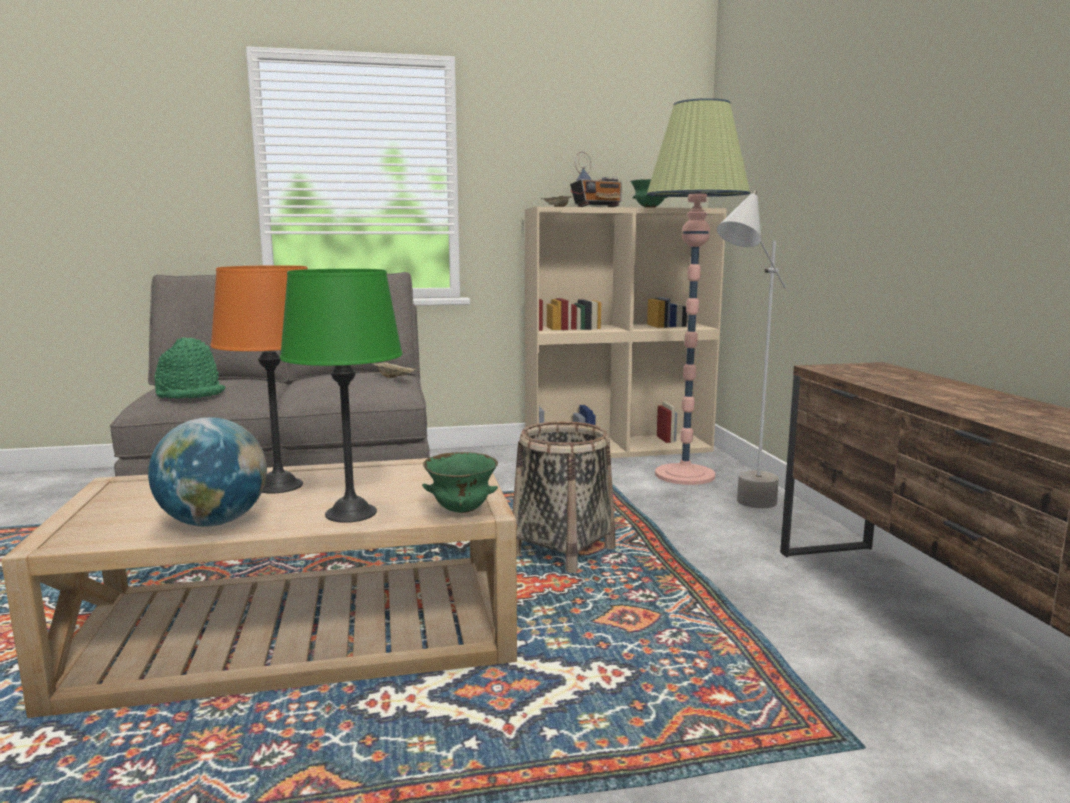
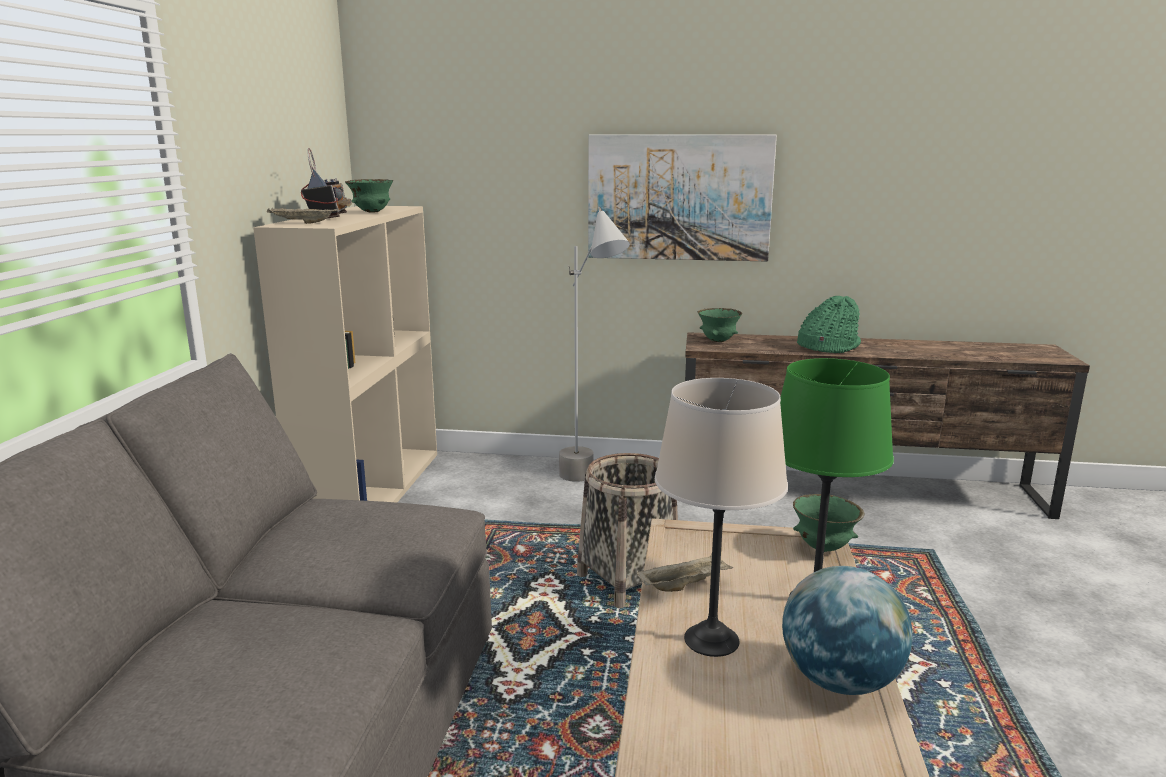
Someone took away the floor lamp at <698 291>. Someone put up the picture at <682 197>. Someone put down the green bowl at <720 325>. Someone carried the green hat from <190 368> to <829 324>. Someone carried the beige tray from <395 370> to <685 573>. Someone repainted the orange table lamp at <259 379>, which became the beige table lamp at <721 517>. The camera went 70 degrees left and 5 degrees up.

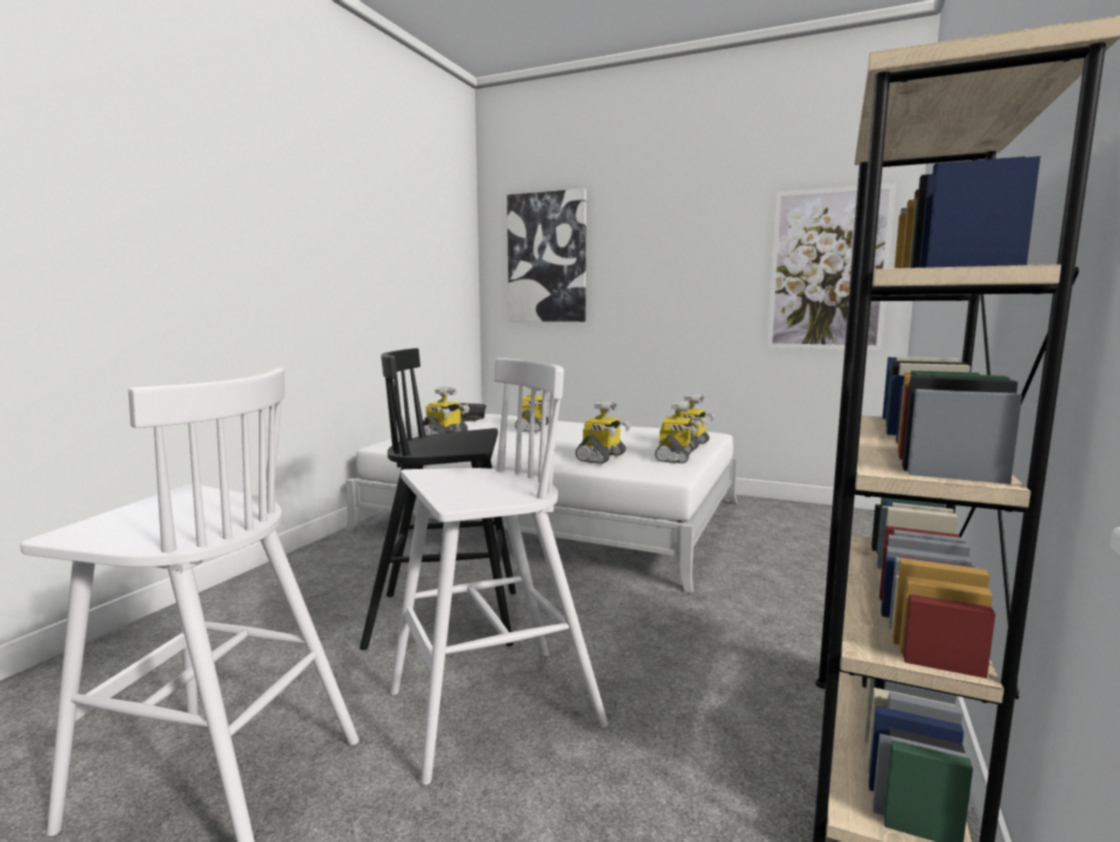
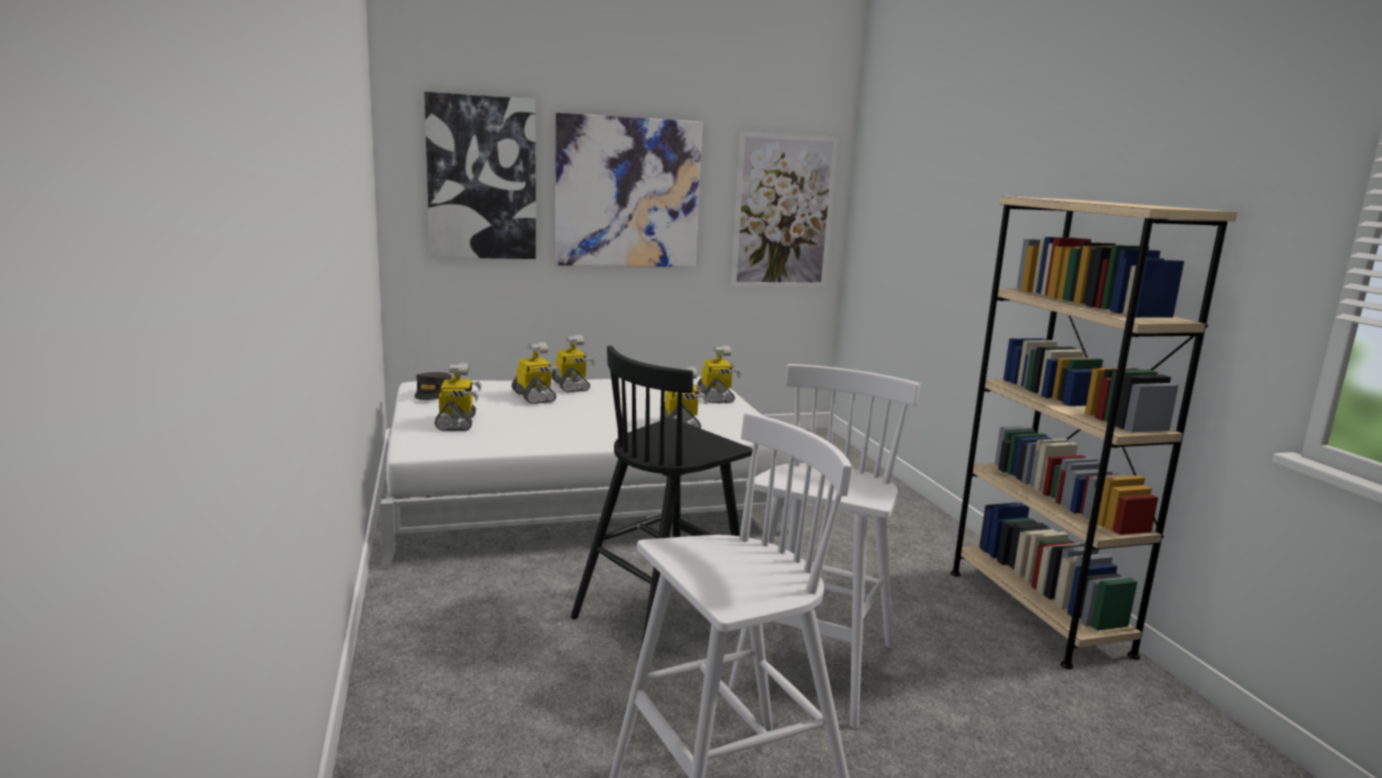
Someone put up the picture at <629 190>. Someone carried the toy robot from <677 432> to <573 363>. The camera went 40 degrees left and 5 degrees up.

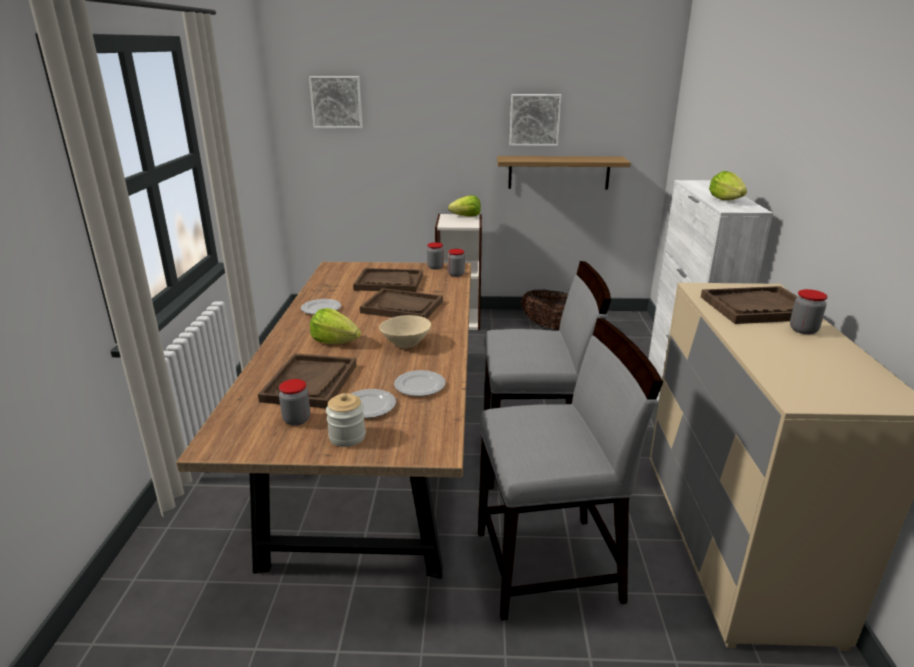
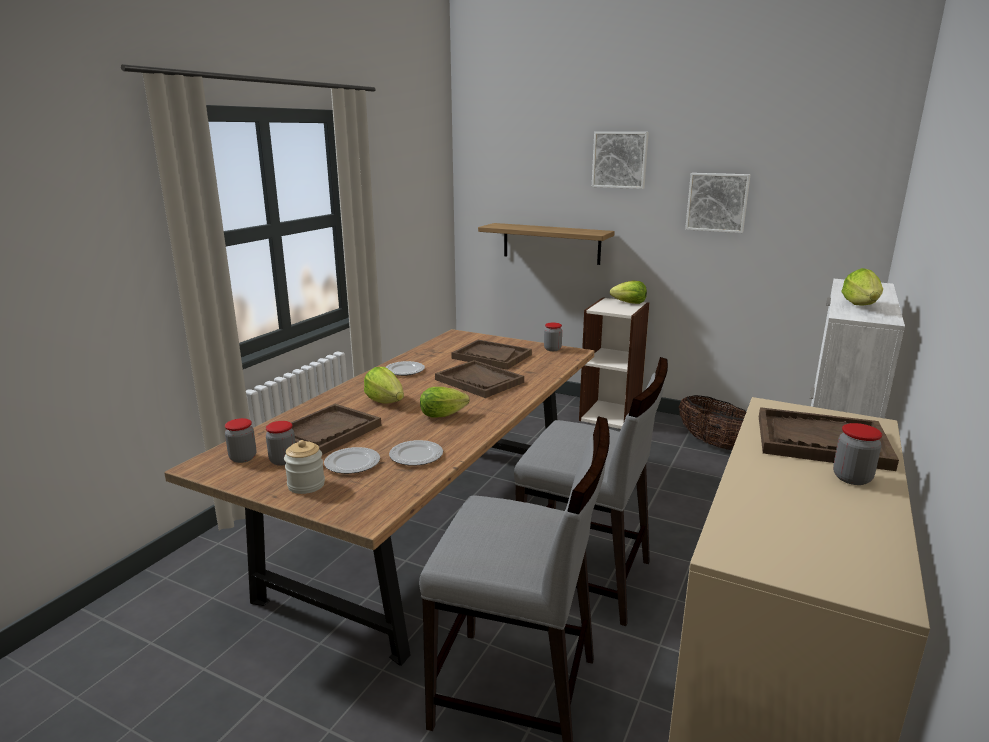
Someone carried the picture from <336 102> to <620 160>. Someone carried the jar from <456 263> to <240 440>. Someone carried the shelf from <564 172> to <546 244>. Someone swapped the beige bowl at <405 331> for the lettuce at <445 402>. The camera went 25 degrees right and 5 degrees down.

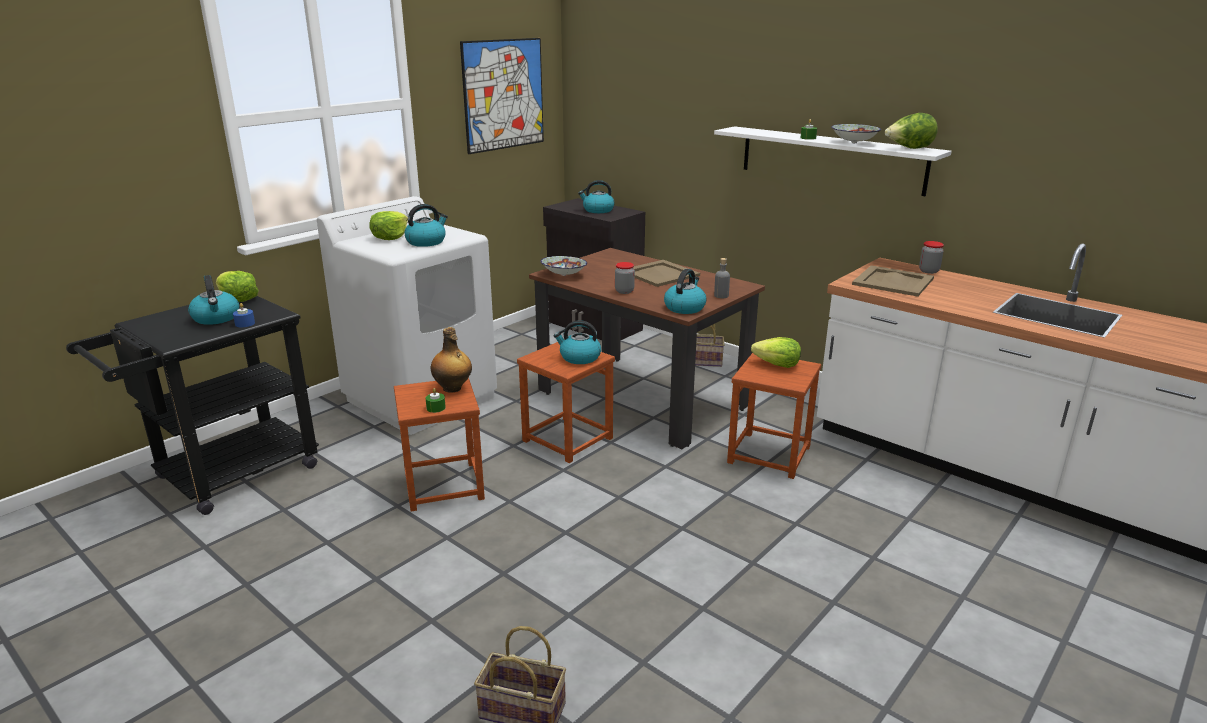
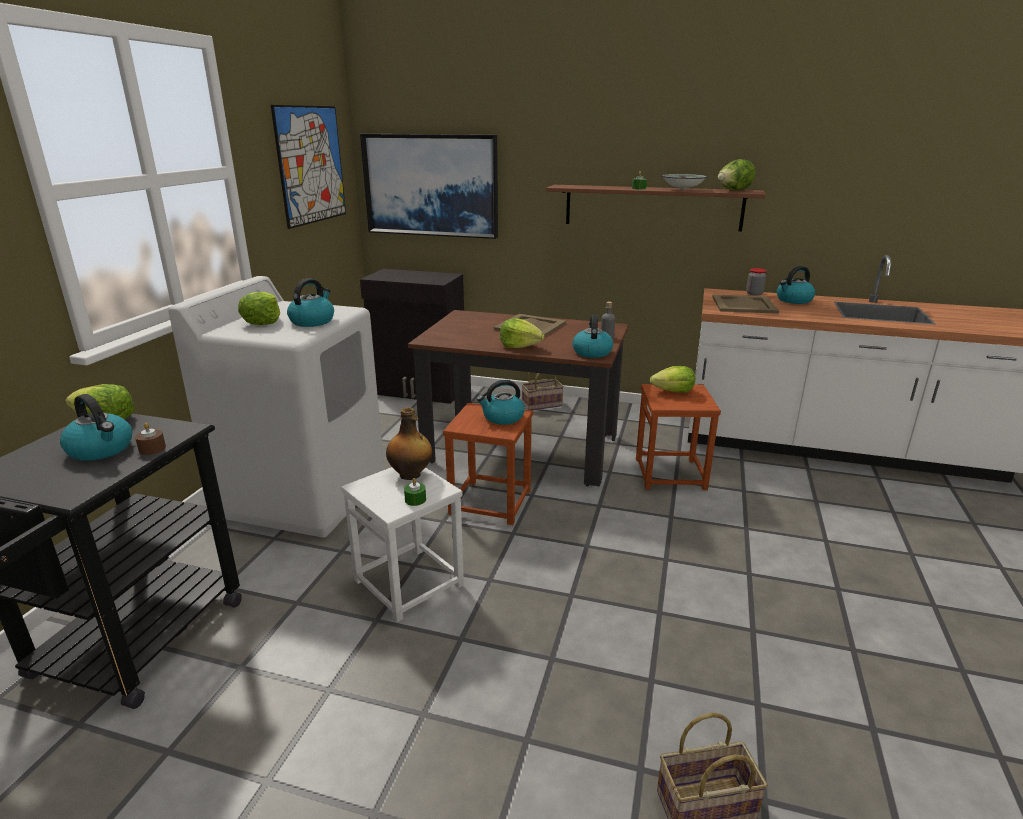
Someone took away the bowl at <563 266>. Someone put up the picture at <429 186>. Someone carried the kettle from <596 196> to <796 285>. Someone swapped the jar at <625 278> for the lettuce at <522 333>. Someone repainted the blue candle at <244 315>, which became the brown candle at <150 439>. Someone repainted the brown stool at <439 444>, which became the white stool at <402 544>. Someone repainted the white shelf at <833 161>, which became the brown shelf at <656 208>. The camera went 25 degrees left and 0 degrees up.

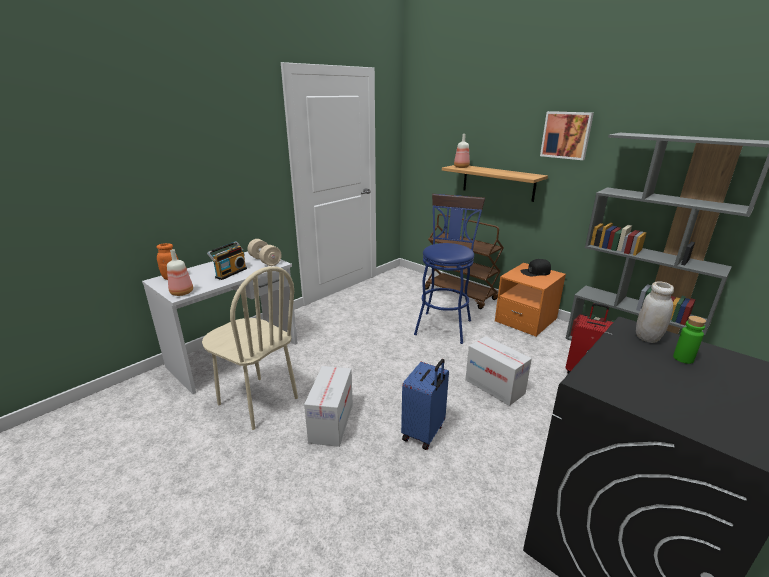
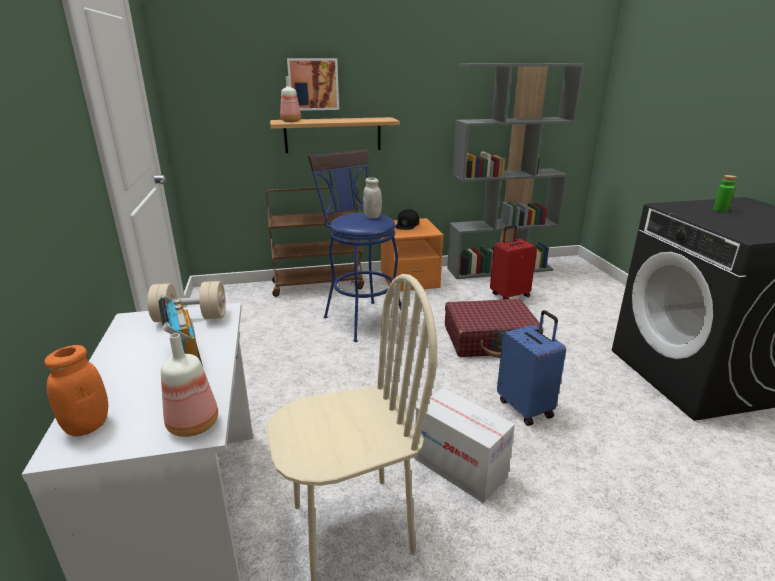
Someone carried the picture from <567 135> to <313 84>. Someone carried the white jar from <655 312> to <372 198>. Someone swapped the cardboard box at <498 371> for the red suitcase at <494 328>. The camera went 55 degrees left and 0 degrees up.

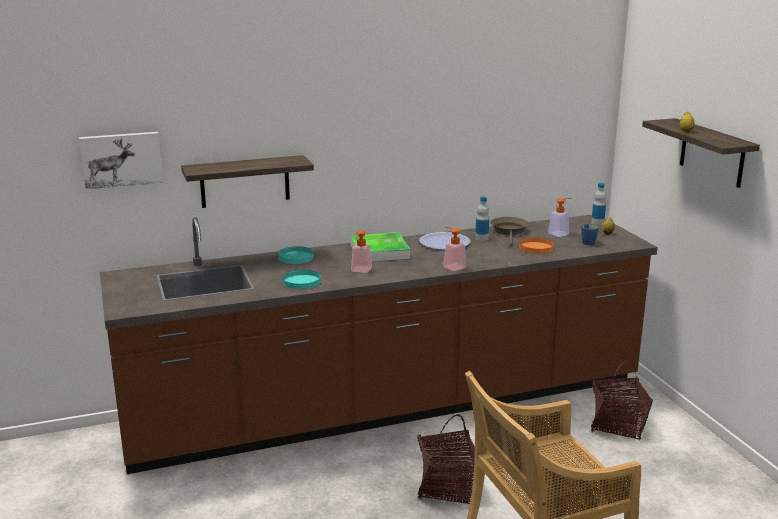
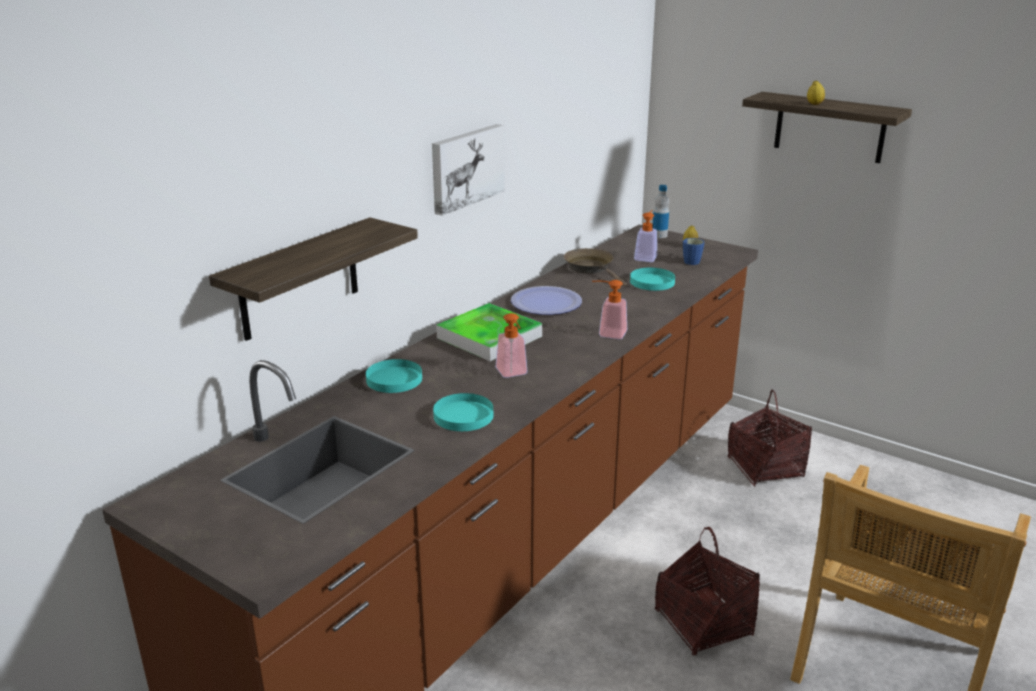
Someone took away the bottle at <482 218>. Someone carried the picture from <121 161> to <468 170>. Someone repainted the orange plate at <536 245>, which became the turquoise plate at <652 279>. The camera went 35 degrees left and 5 degrees up.

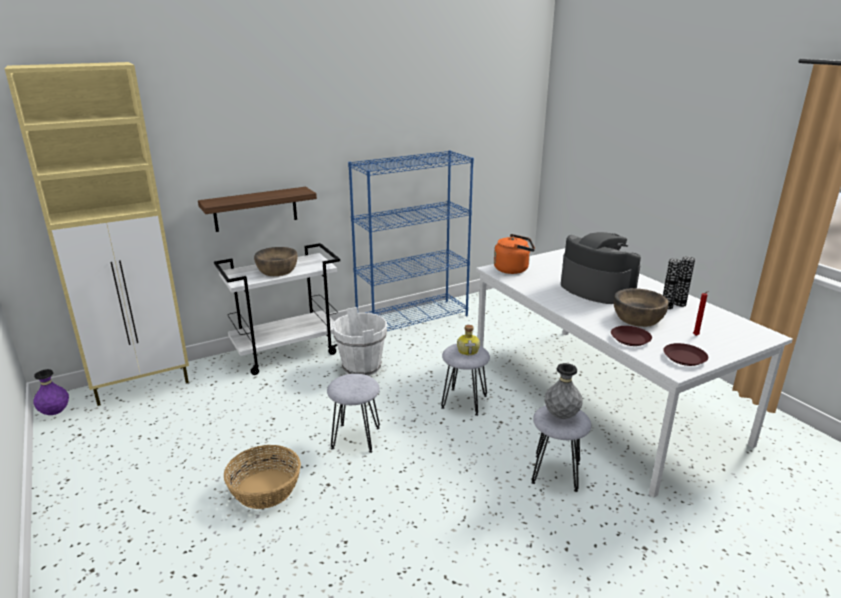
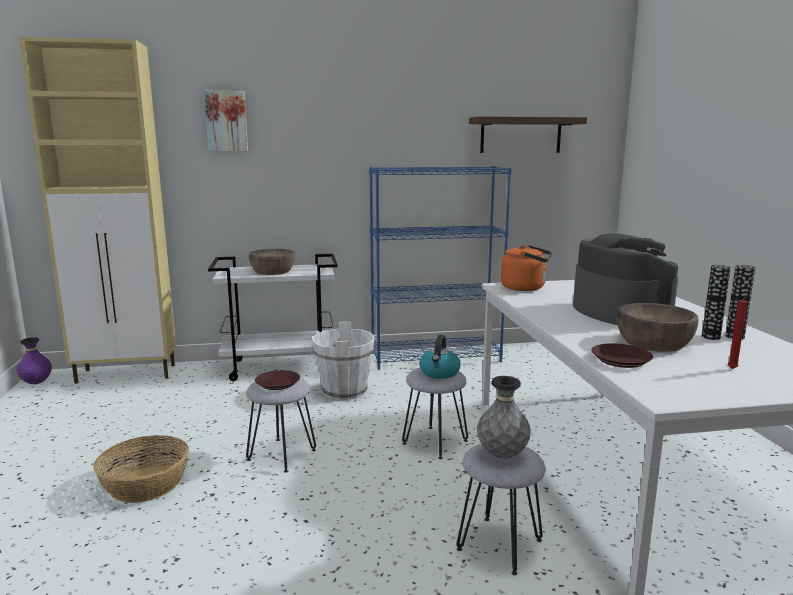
Someone put up the picture at <226 121>. Someone carried the shelf from <257 209> to <528 134>. Someone carried the brown plate from <685 354> to <277 380>. Someone swapped the bottle at <468 340> for the kettle at <440 357>. The camera went 20 degrees right and 10 degrees down.

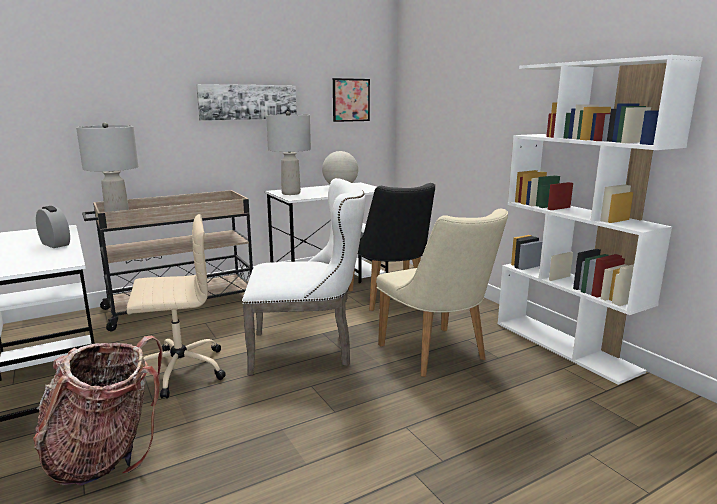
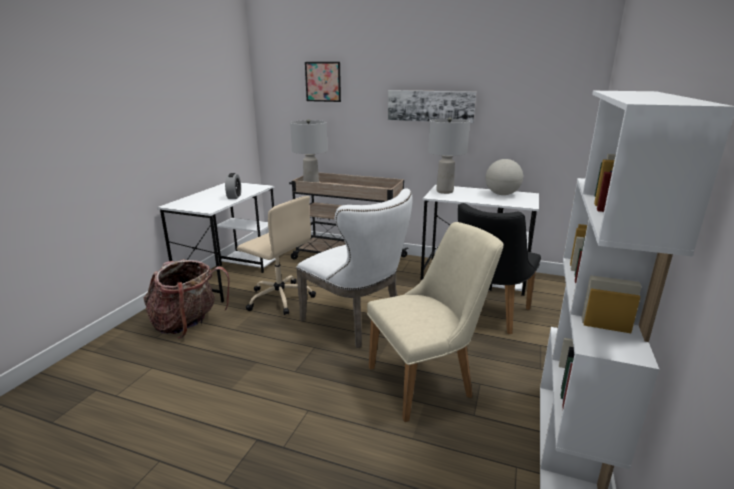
Someone carried the picture from <351 100> to <323 82>. Someone rotated the beige chair at <442 293> by 135 degrees counterclockwise. The camera went 50 degrees right and 5 degrees up.

